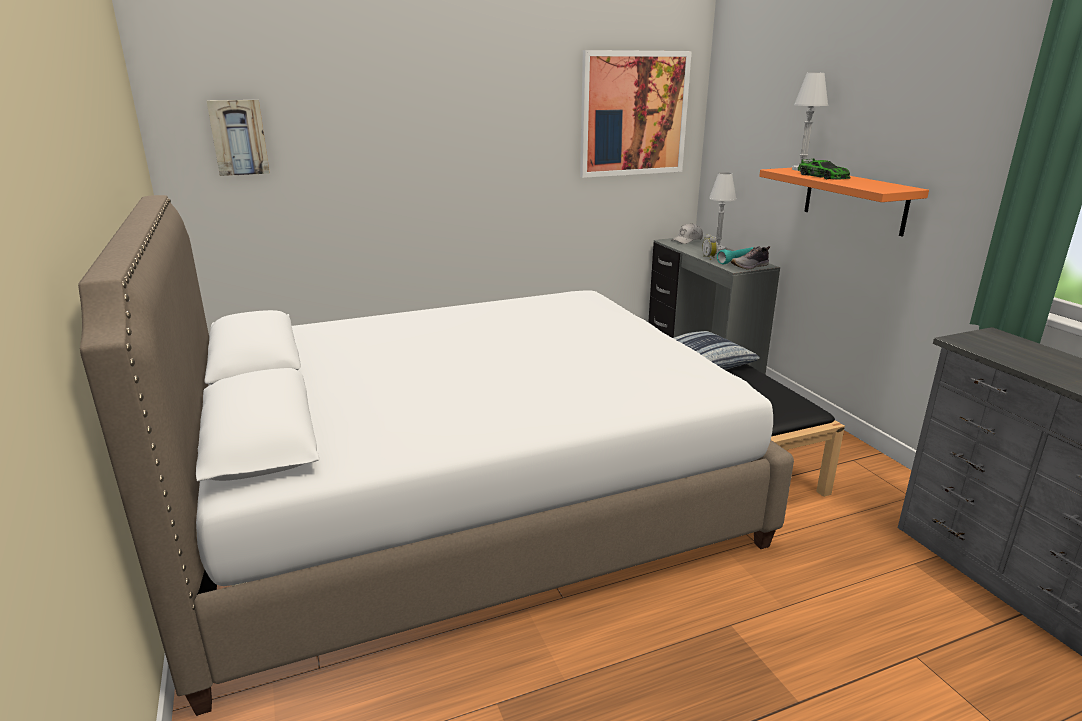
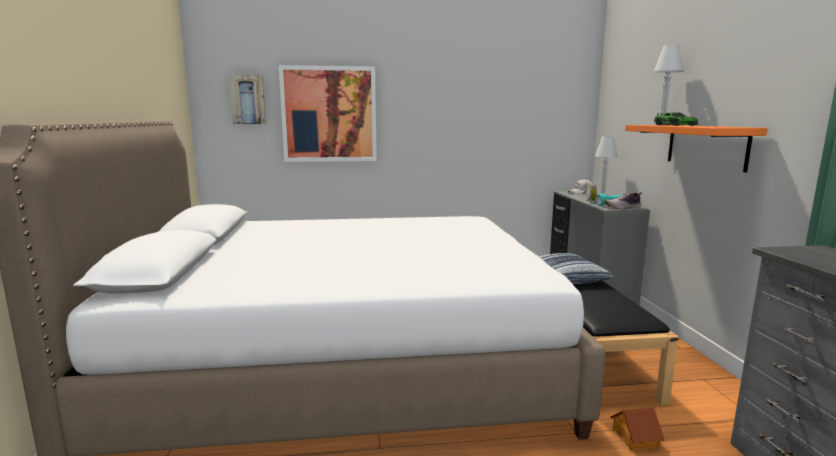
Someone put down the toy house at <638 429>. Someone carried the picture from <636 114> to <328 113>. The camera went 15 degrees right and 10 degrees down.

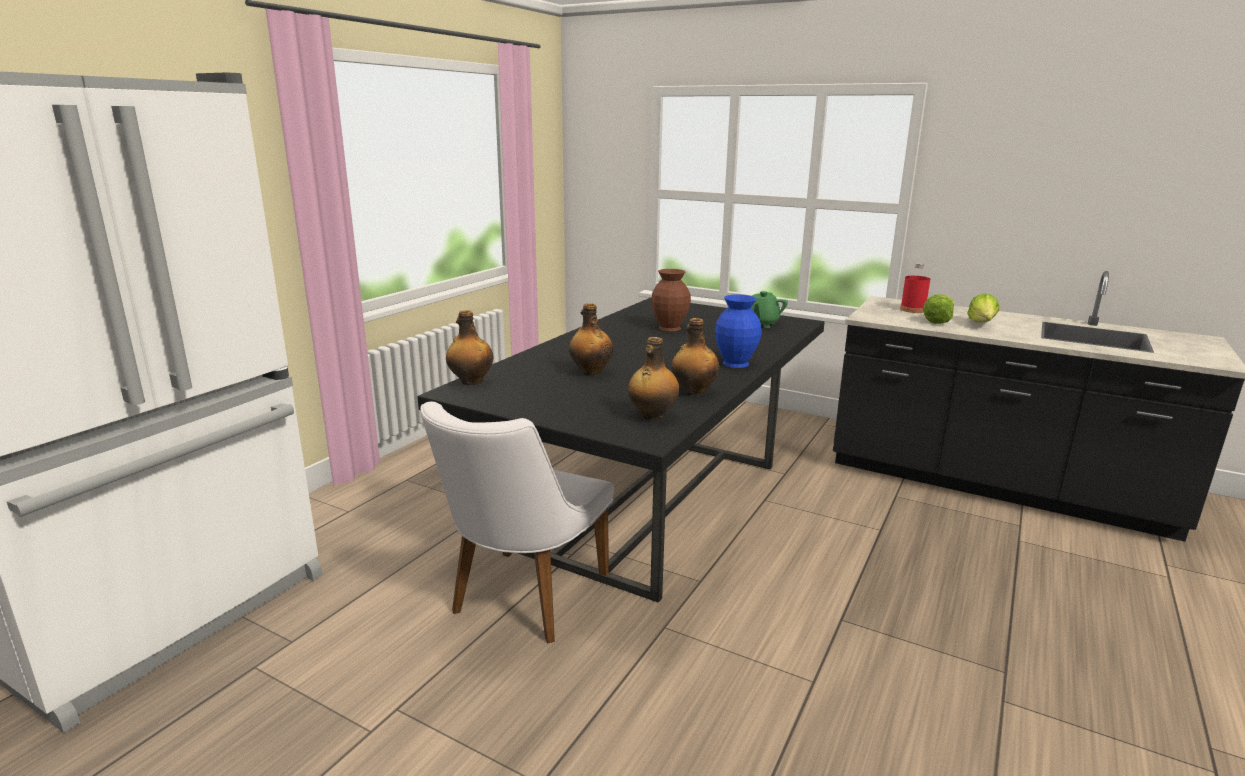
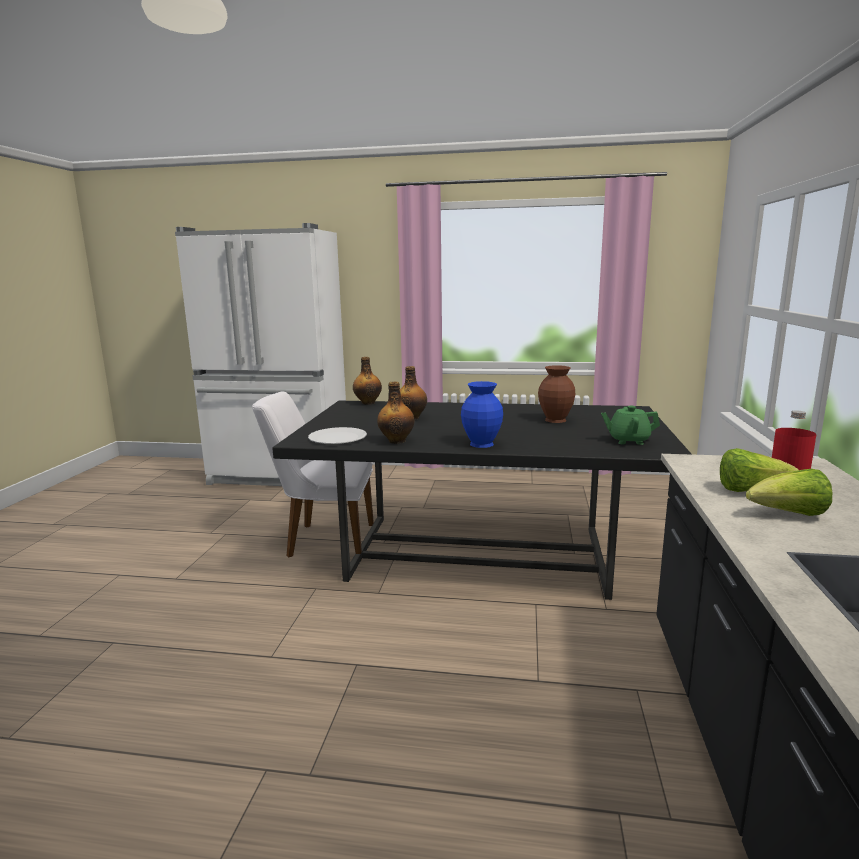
Someone swapped the bottle at <653 378> for the white plate at <337 435>. The camera went 70 degrees right and 5 degrees down.

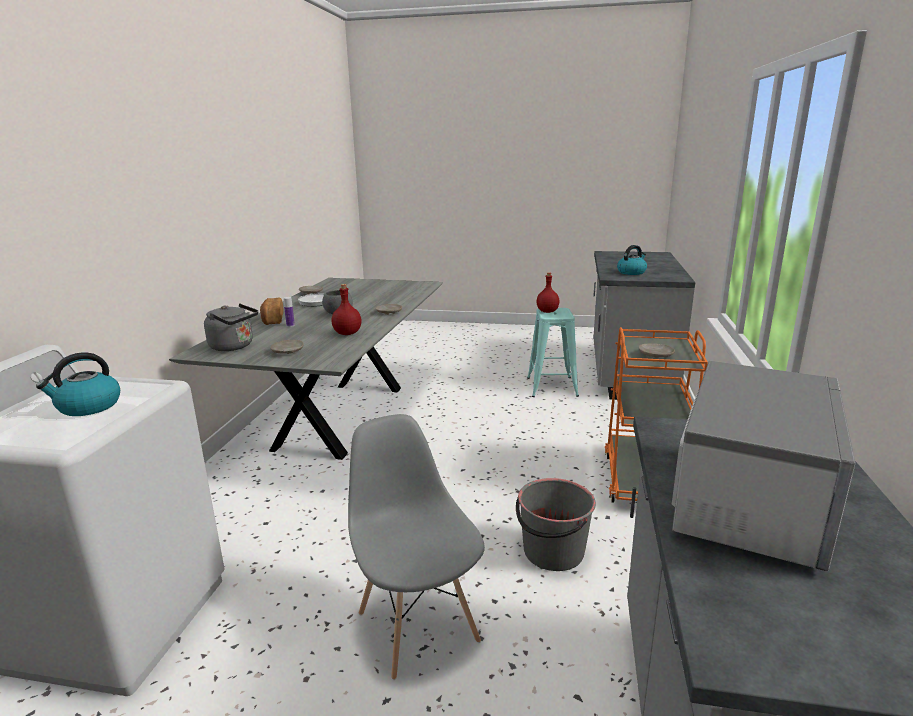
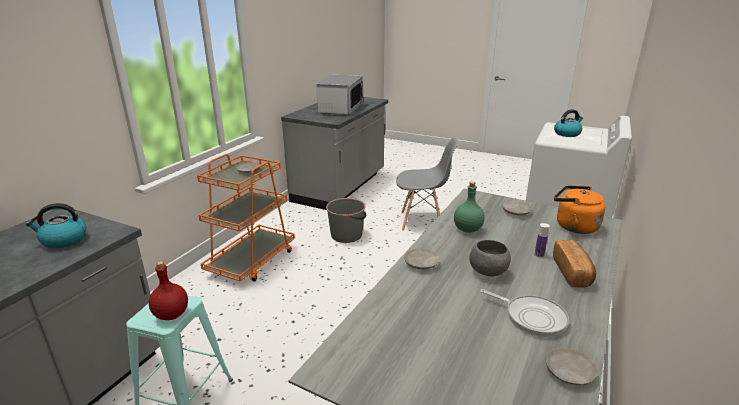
Someone repainted the grey kettle at <231 327>, which became the orange kettle at <579 209>. Someone repainted the red bottle at <346 309>, which became the green bottle at <469 207>. Someone rotated the grey chair at <416 547> by 75 degrees counterclockwise. Someone rotated the microwave at <764 466> by 150 degrees clockwise. The camera went 165 degrees left and 5 degrees up.

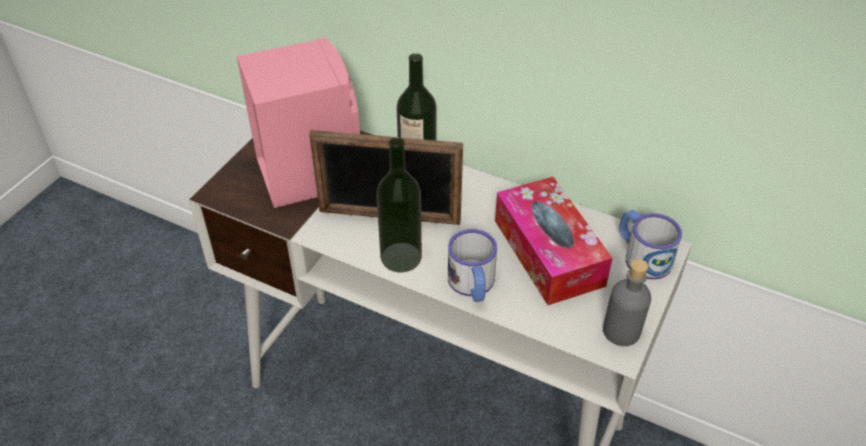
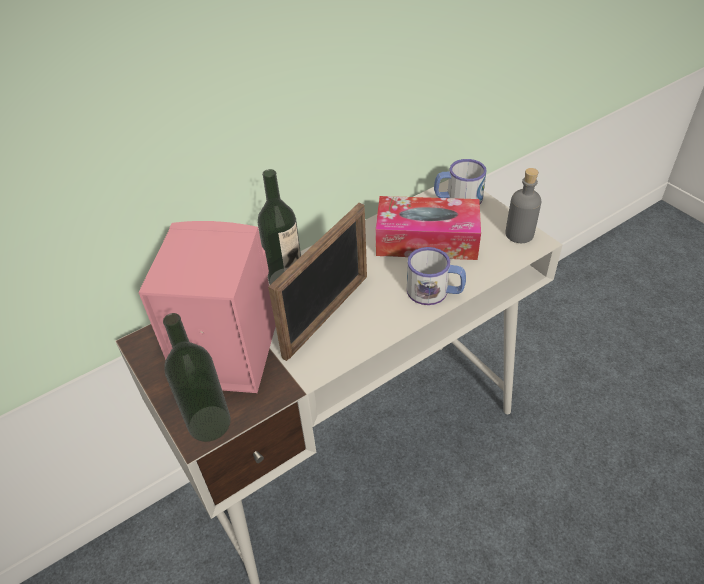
Someone carried the bottle from <399 204> to <197 377>. The camera went 60 degrees left and 0 degrees up.

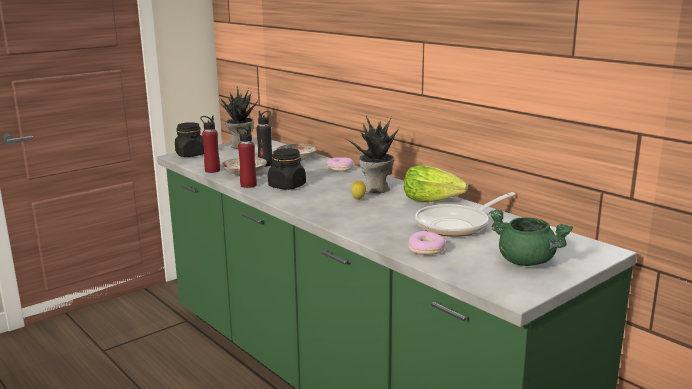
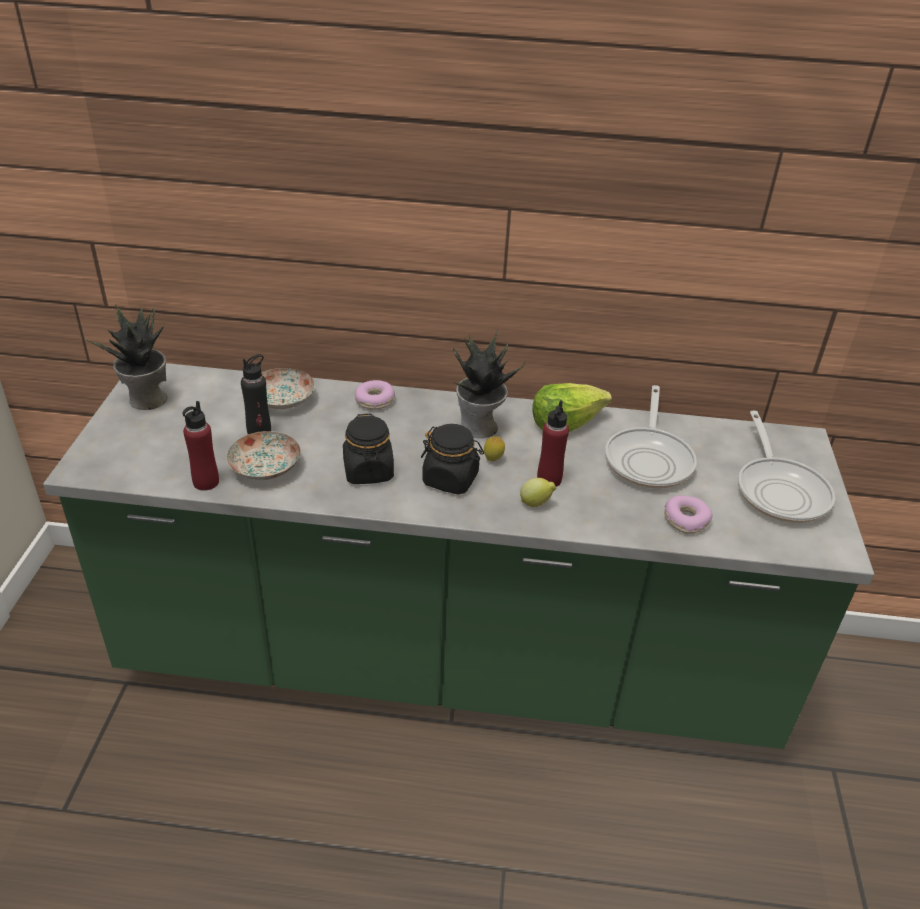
Someone put down the lemon at <538 492>. Someone carried the black jar from <189 139> to <452 459>. Someone carried the red bottle from <247 157> to <553 443>. Someone swapped the green cooking pot at <531 237> for the frying pan at <786 467>. The camera went 45 degrees left and 20 degrees up.

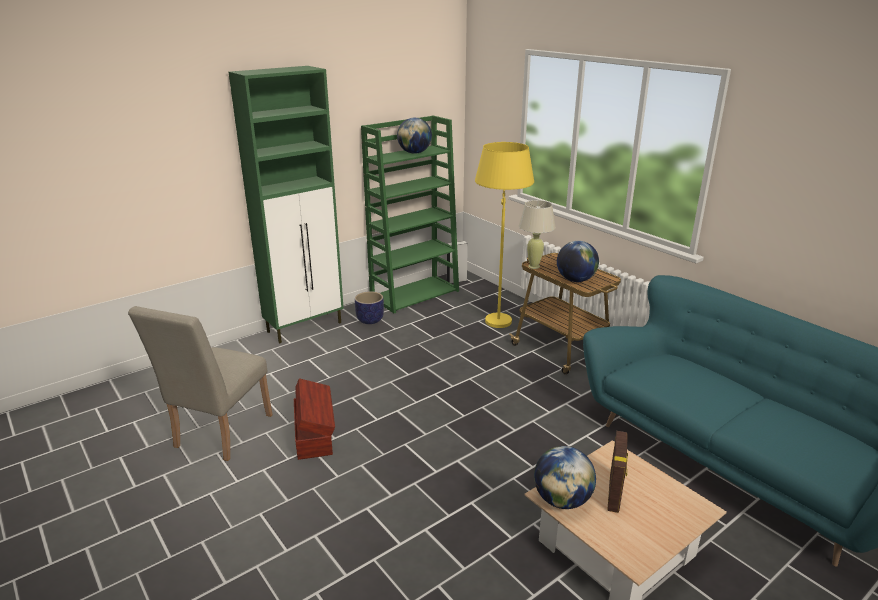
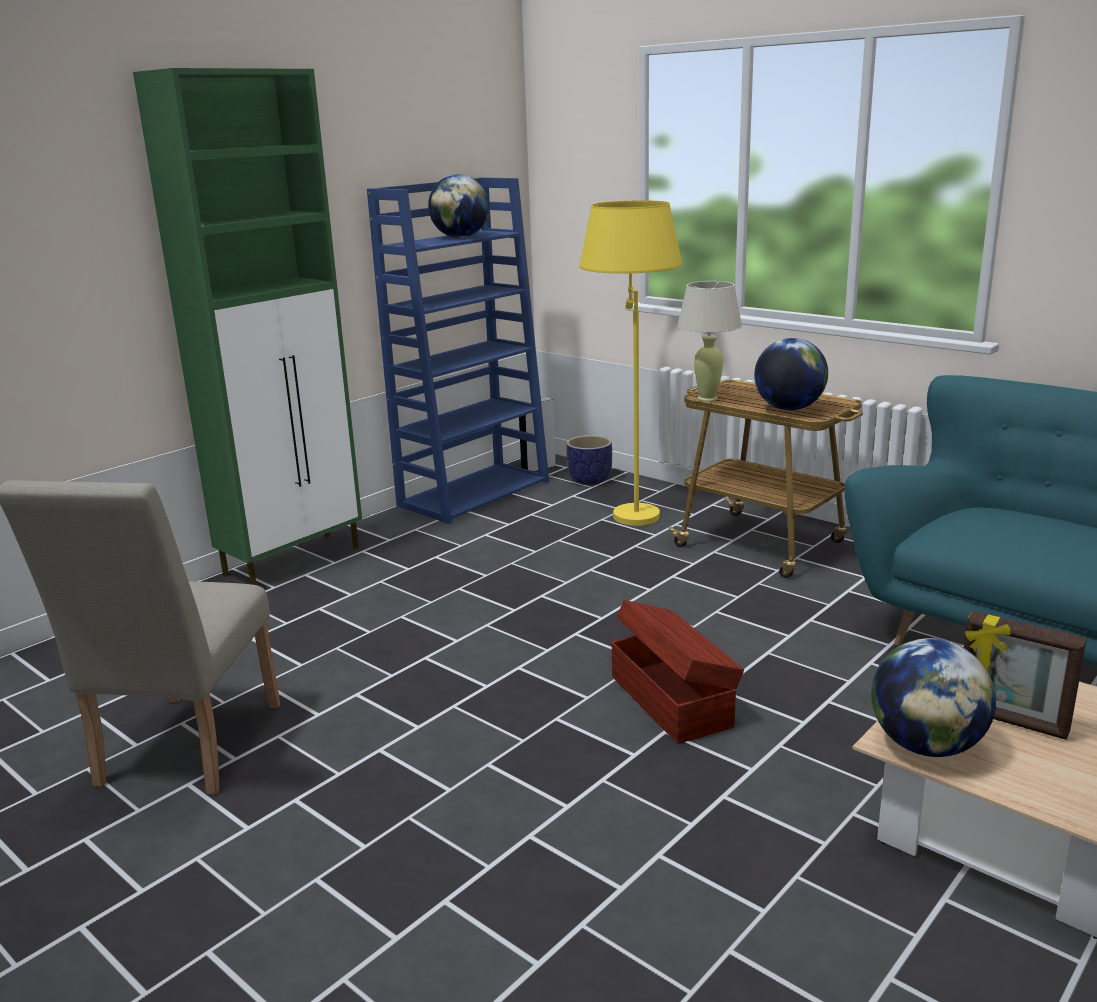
Someone carried the brown storage box from <314 419> to <678 672>. Someone carried the planter from <369 307> to <589 460>. Someone repainted the green bookcase at <410 214>, which became the blue bookcase at <458 350>. Someone rotated the picture frame at <617 472> by 120 degrees clockwise. The camera went 10 degrees left and 5 degrees down.

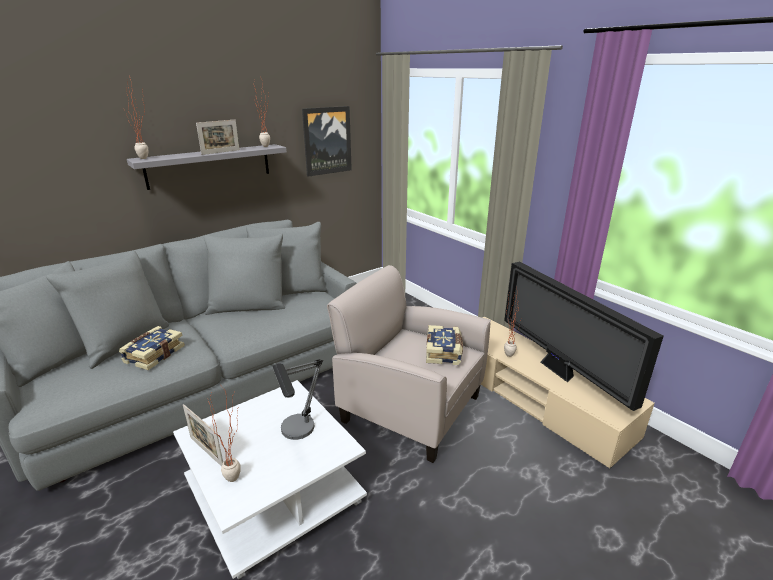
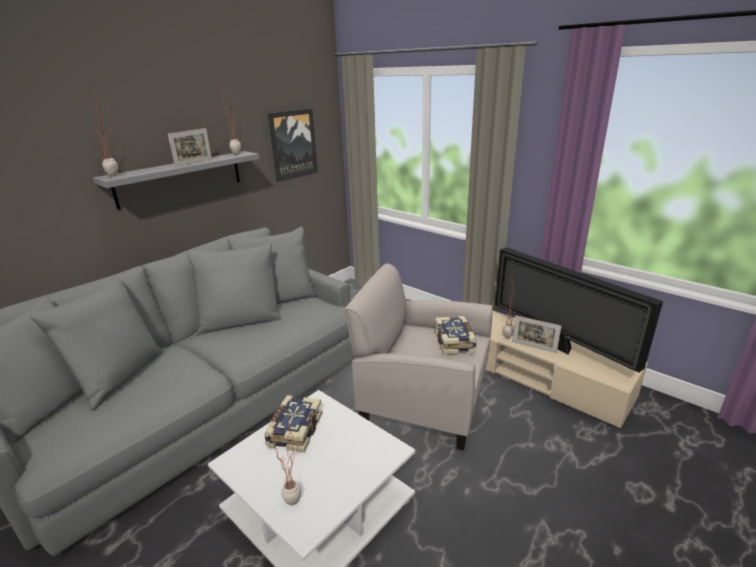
Someone took away the table lamp at <298 399>. Someone carried the book from <152 348> to <293 424>. Someone carried the picture frame from <203 435> to <536 334>. The camera went 10 degrees left and 0 degrees up.

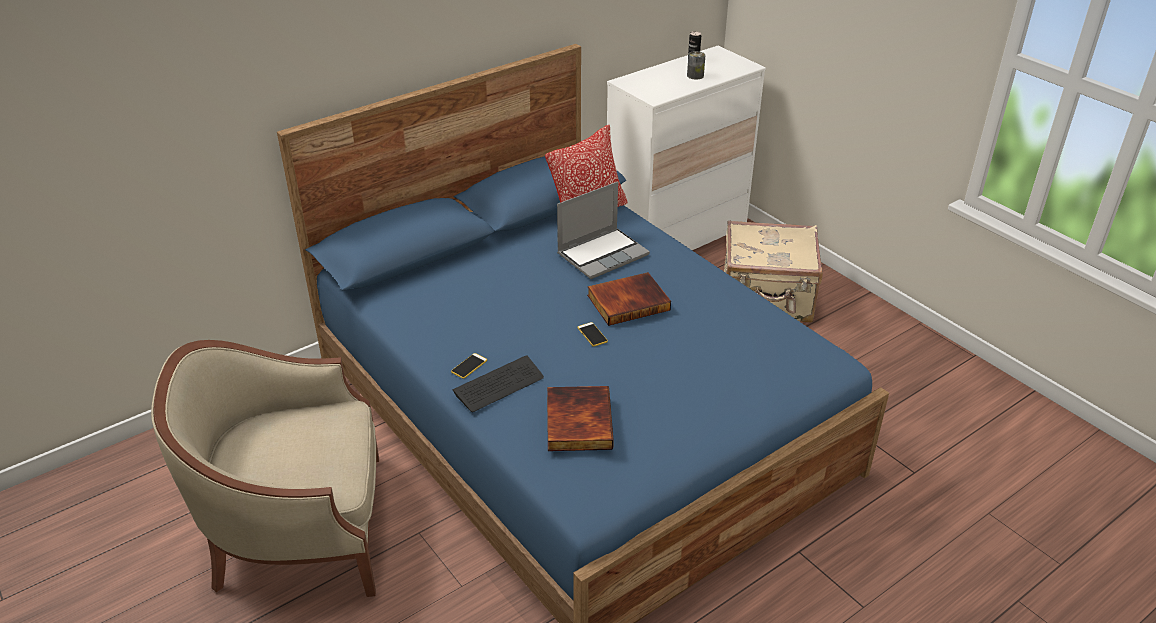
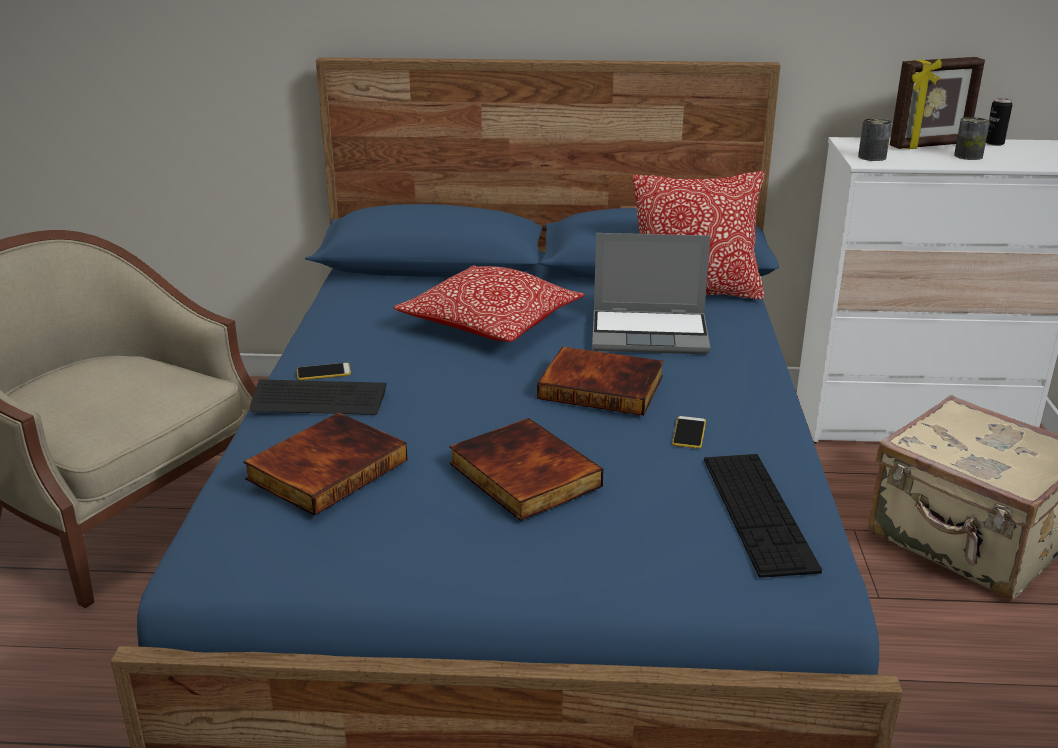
Someone put down the pillow at <489 303>. Someone put down the book at <527 469>. Someone put down the keyboard at <763 516>. Someone put down the can at <875 139>. Someone put down the picture frame at <937 103>. Someone carried the phone from <592 334> to <689 432>. The camera went 40 degrees right and 10 degrees down.

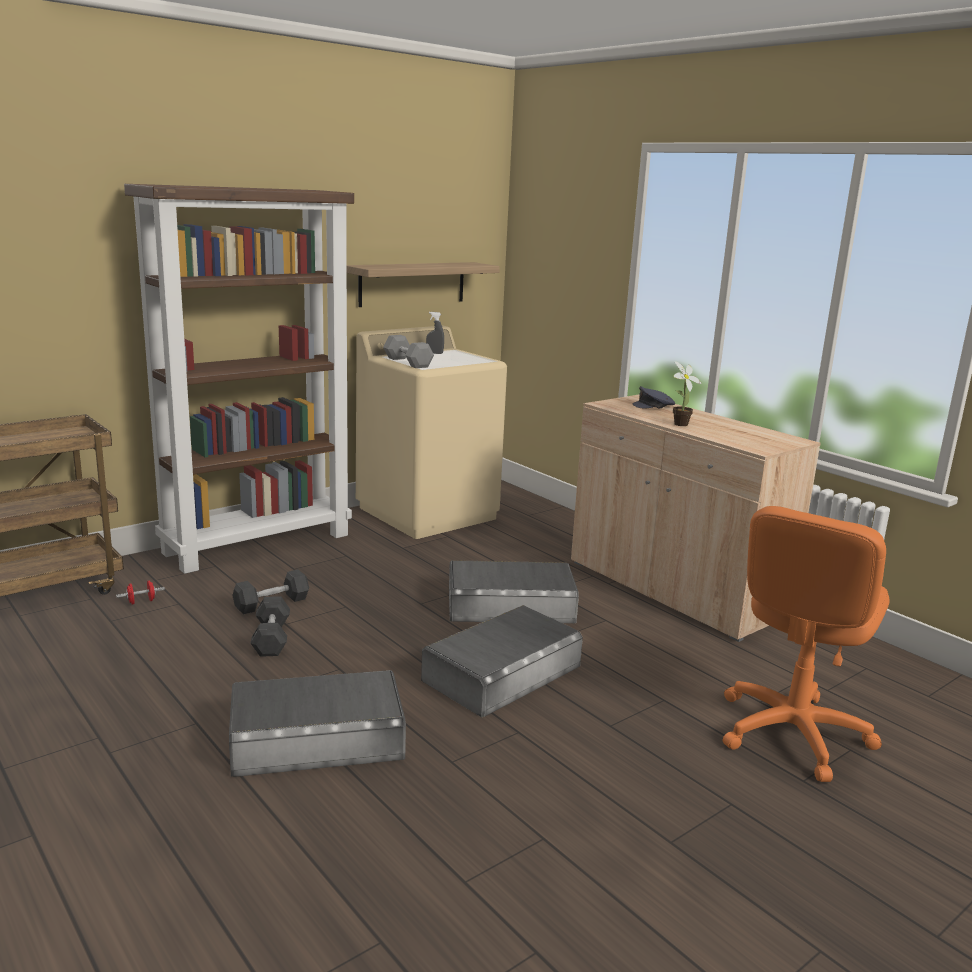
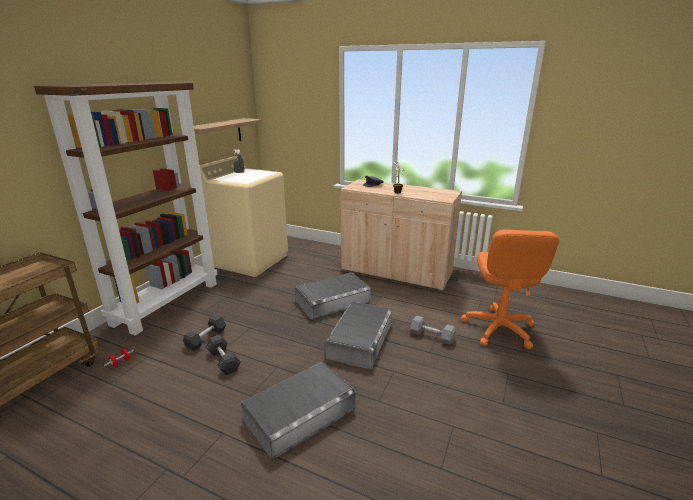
Someone carried the grey dumbbell from <408 351> to <433 330>. The camera went 25 degrees left and 5 degrees up.

